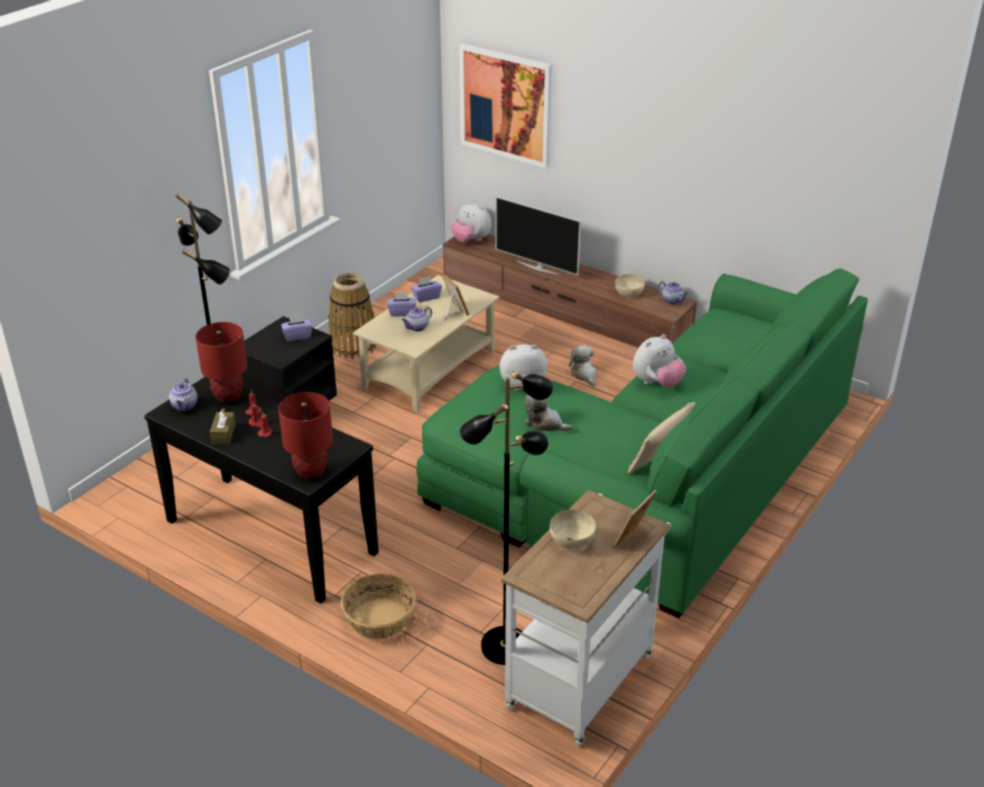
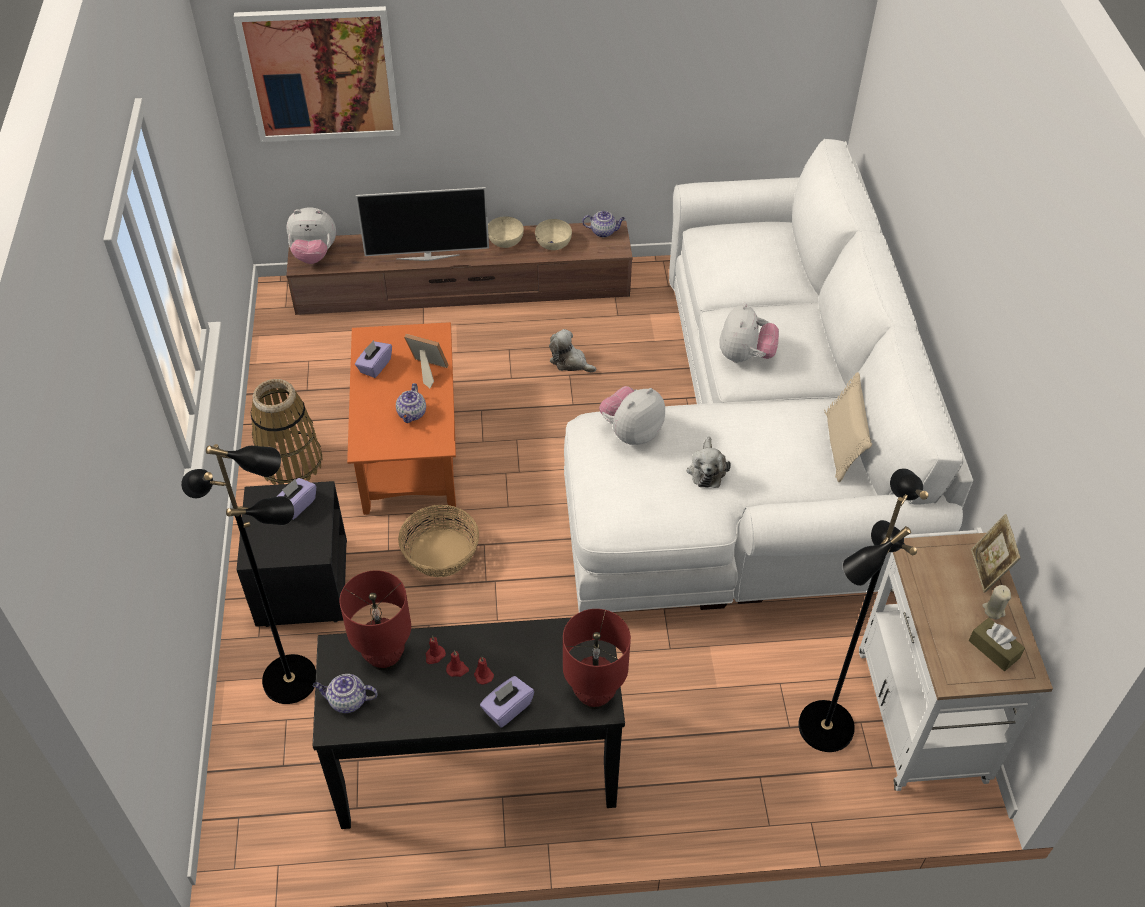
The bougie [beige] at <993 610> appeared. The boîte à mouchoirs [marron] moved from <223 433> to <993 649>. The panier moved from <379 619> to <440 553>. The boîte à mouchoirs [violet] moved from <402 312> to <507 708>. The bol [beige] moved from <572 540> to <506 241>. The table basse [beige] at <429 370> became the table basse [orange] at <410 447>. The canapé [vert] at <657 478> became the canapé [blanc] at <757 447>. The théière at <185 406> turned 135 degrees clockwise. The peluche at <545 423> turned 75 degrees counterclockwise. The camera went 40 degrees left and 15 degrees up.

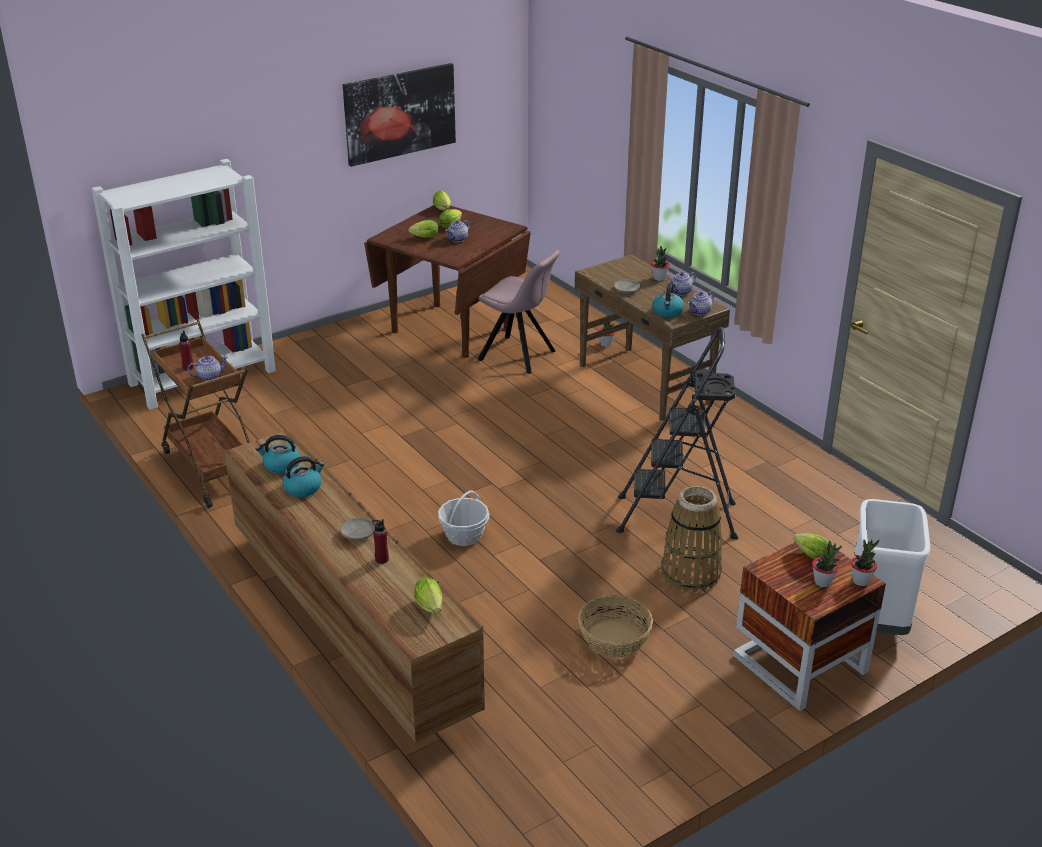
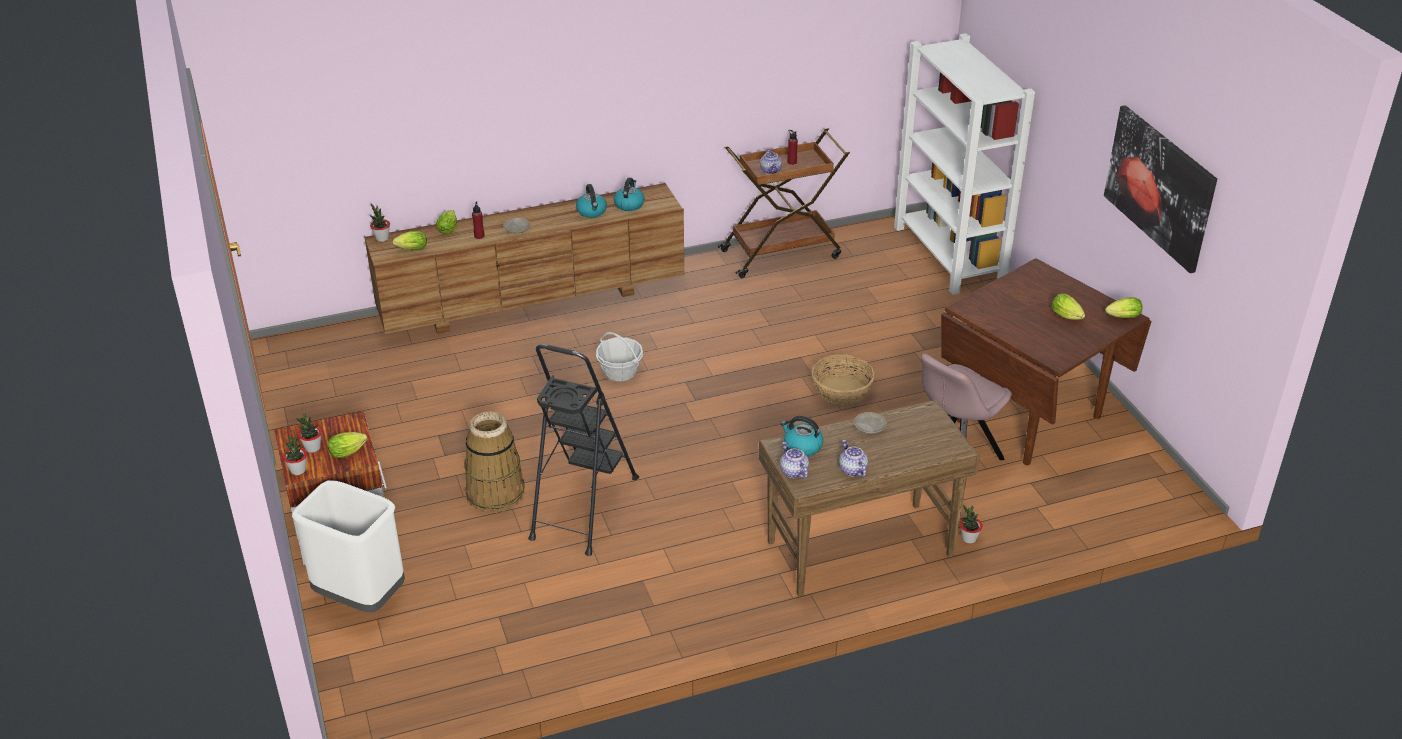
The théière at <458 239> disappeared. The laitue moved from <423 237> to <448 229>. The panier moved from <614 639> to <841 390>. The plante en pot moved from <659 278> to <382 238>. The camera went 105 degrees right and 5 degrees up.

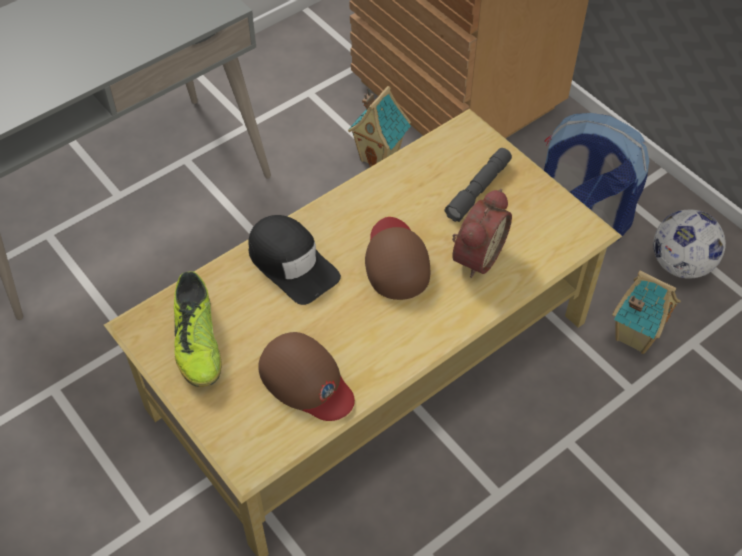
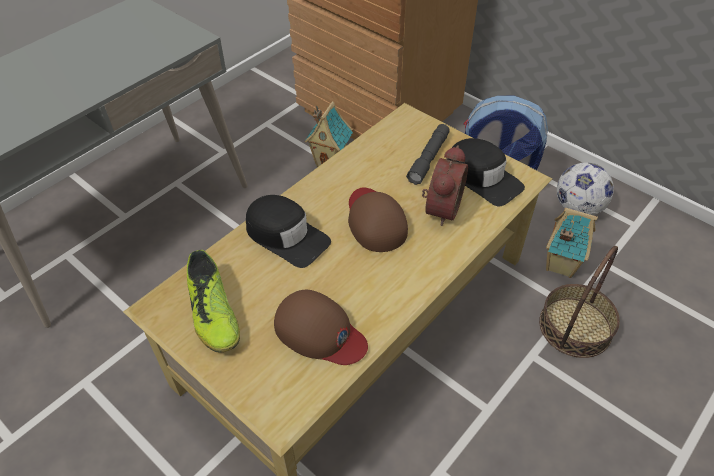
The casquette [noir] at <482 177> appeared. The panier at <575 327> appeared. The camera went 10 degrees left and 5 degrees down.

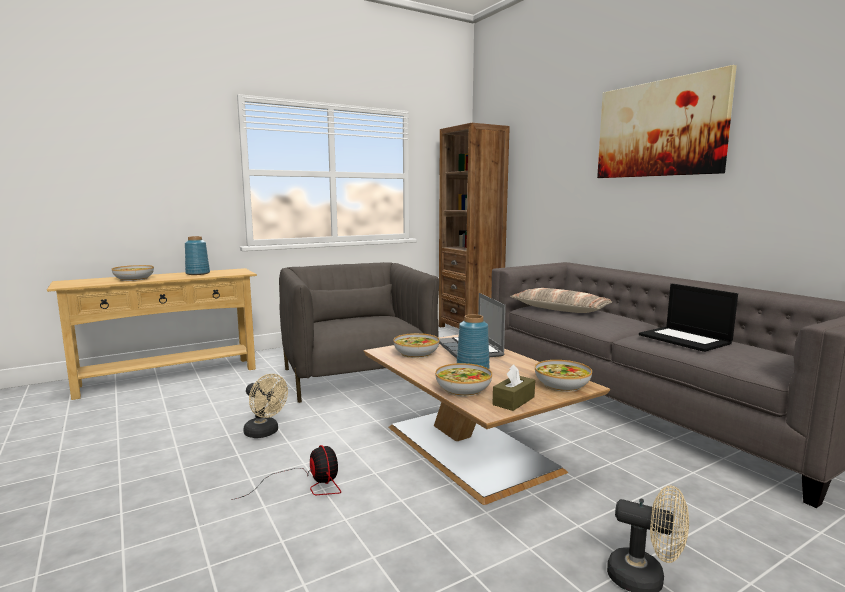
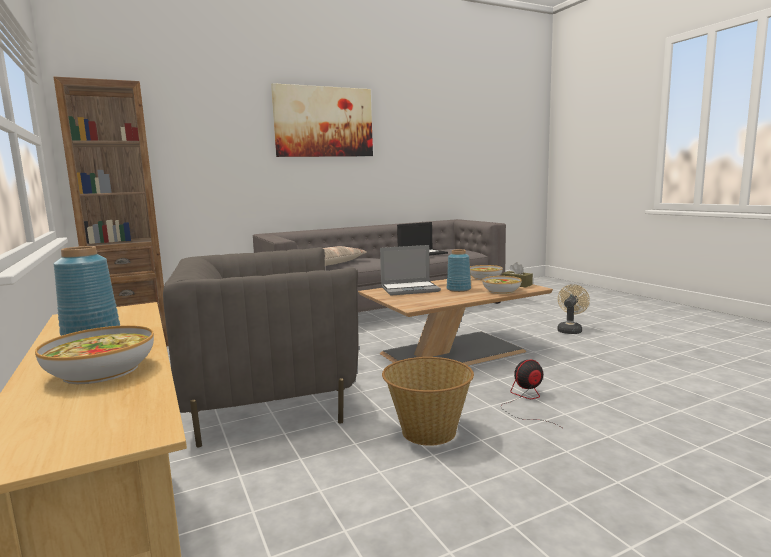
The bol at <416 353> disappeared. The ventilateur [beige] at <265 433> was replaced by the panier at <428 432>. The camera went 85 degrees left and 0 degrees up.

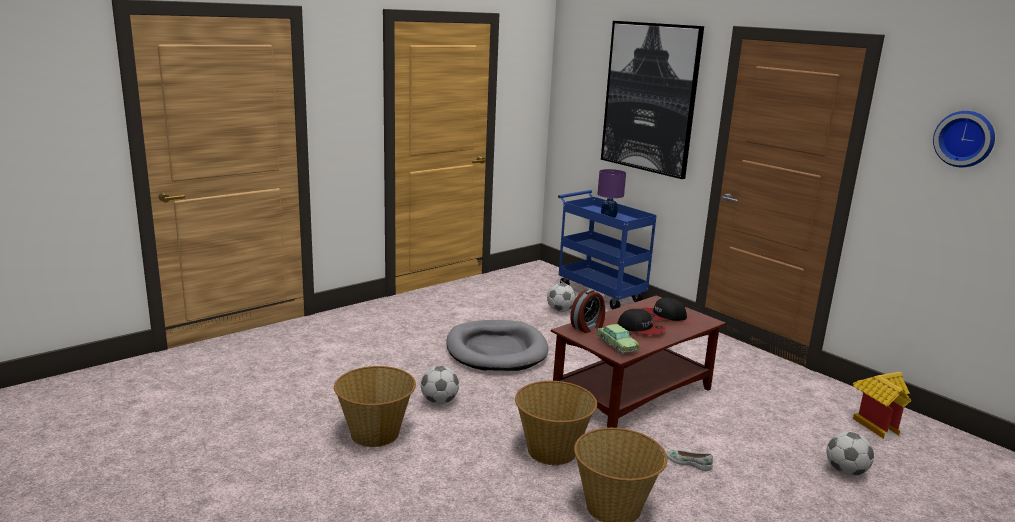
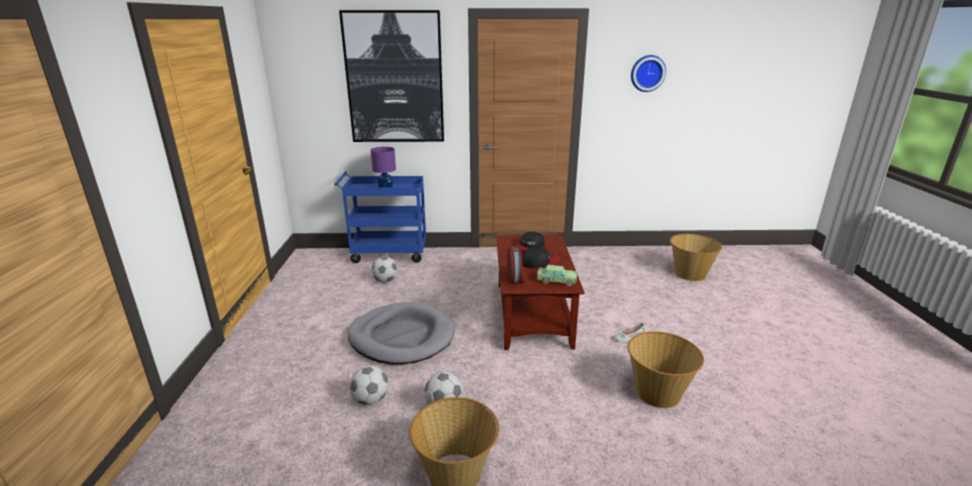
The maison miniature at <875 423> disappeared. The panier moved from <552 450> to <689 274>. The ballon de foot moved from <846 471> to <371 400>. The camera went 50 degrees left and 5 degrees up.

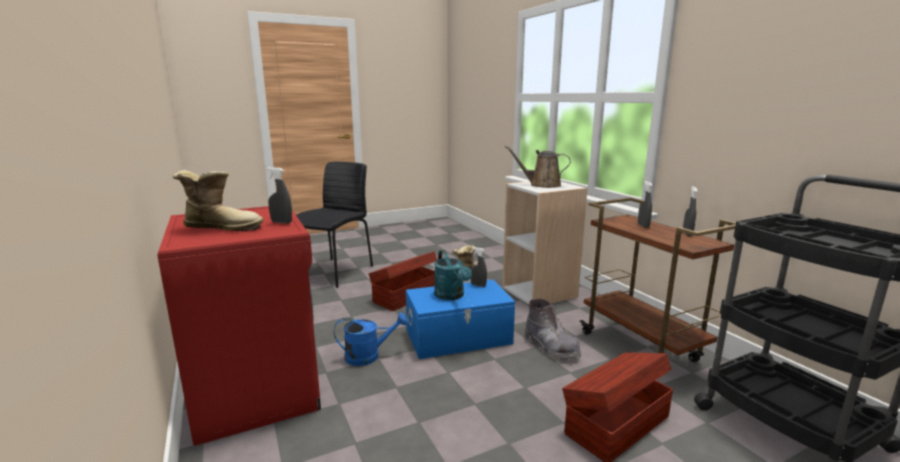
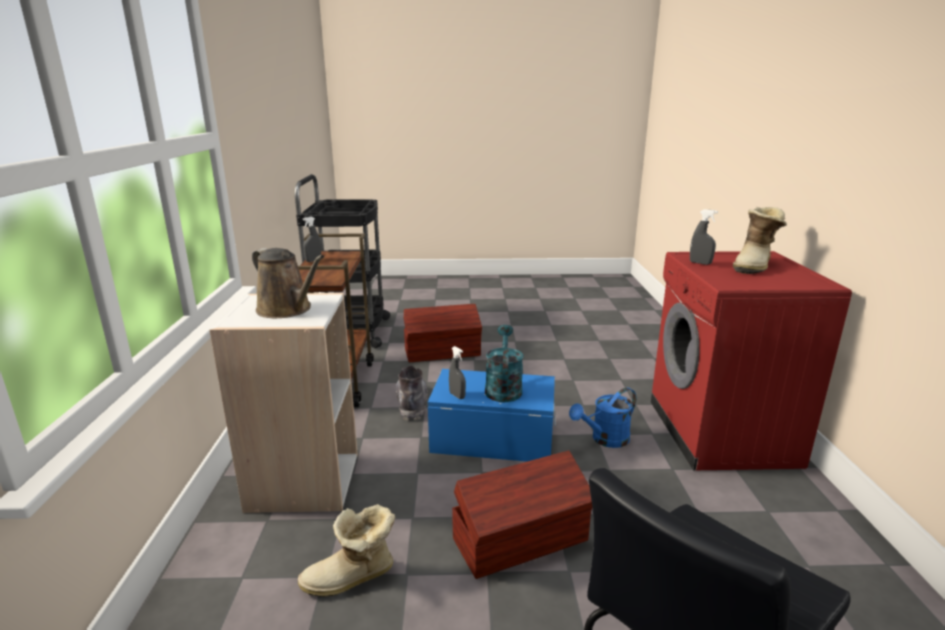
The vaporisateur [gris] at <643 226> disappeared. The botte at <222 227> turned 75 degrees counterclockwise. The arrosoir [bleu] at <369 356> turned 45 degrees counterclockwise. The camera went 155 degrees left and 5 degrees up.

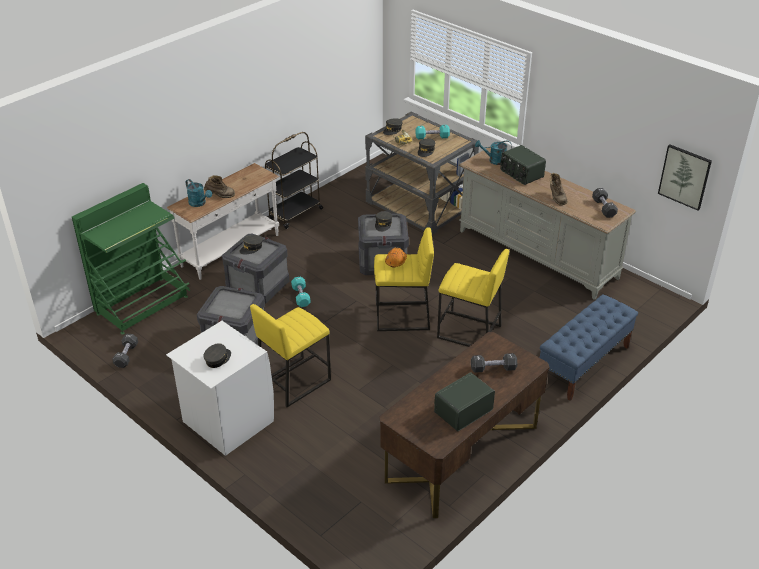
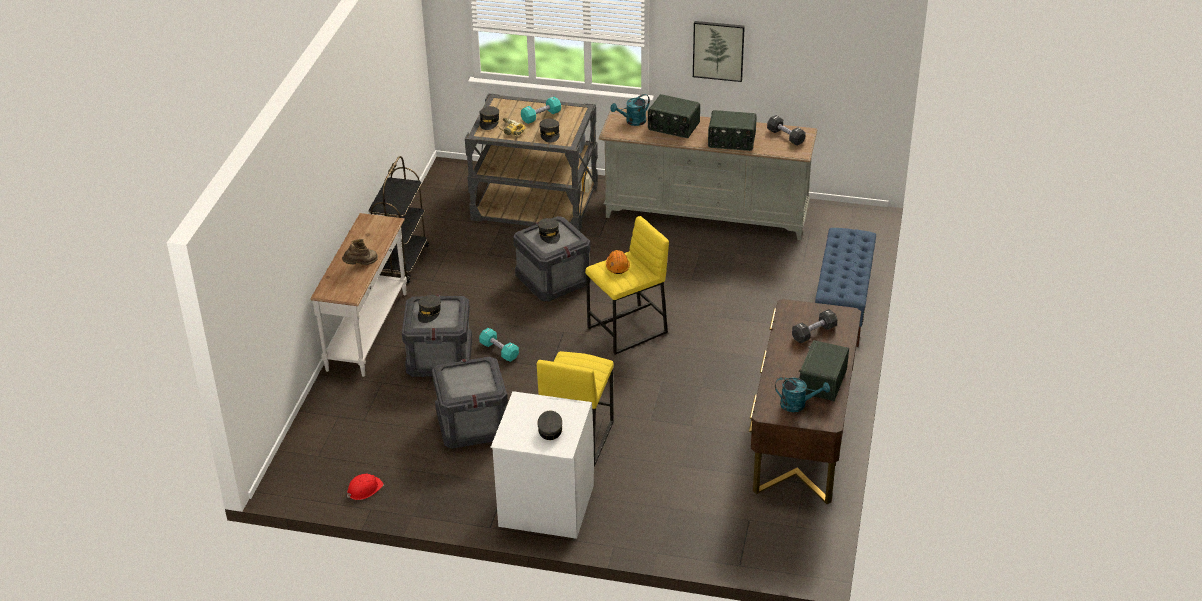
The étagère à chaussures [vert] at <144 306> disappeared. The tabouret [jaune] at <469 331> disappeared. The arrosoir [turquoise] moved from <199 203> to <798 405>. The tableau moved from <685 176> to <718 50>. The haltère [noir] at <126 355> was replaced by the casque de chantier [rouge] at <364 489>. The botte [marron] at <556 198> was replaced by the radio at <731 141>. The camera went 30 degrees left and 0 degrees up.

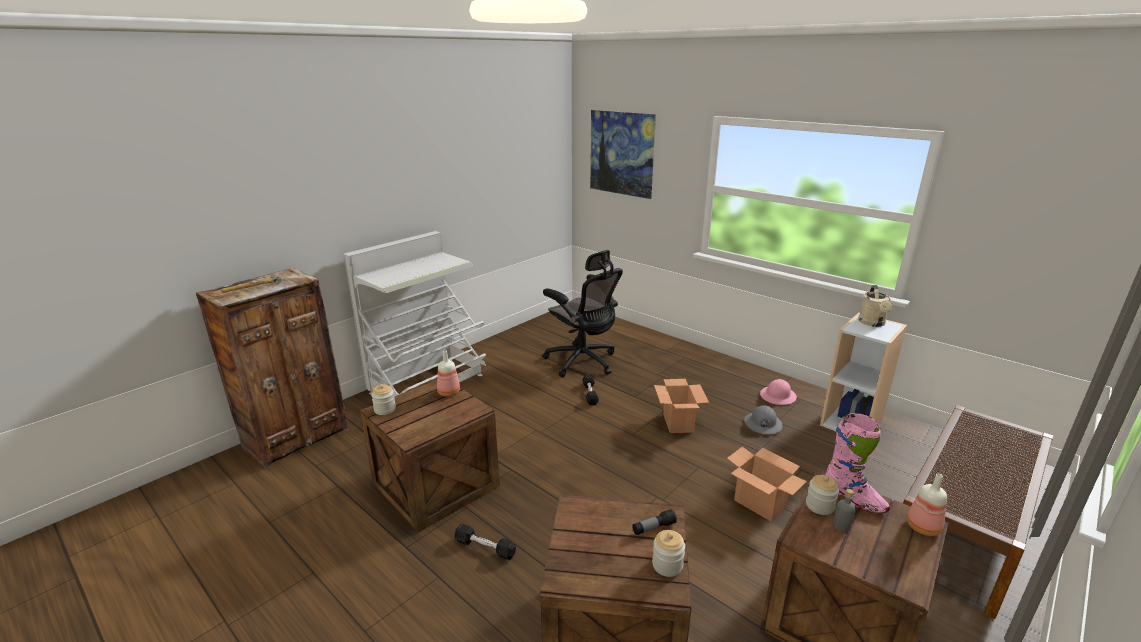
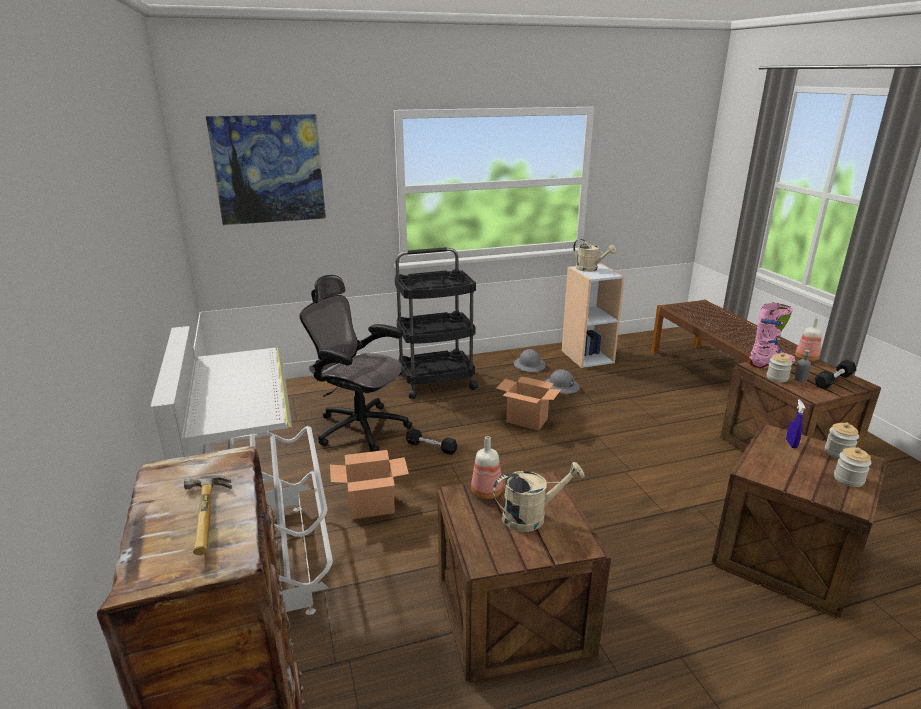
The chariot [noir] at <436 382> appeared. The arrosoir [beige] at <531 516> appeared. The bocal moved from <385 409> to <848 479>. The haltère [noir] moved from <485 548> to <833 381>. The carton moved from <760 503> to <372 506>. The lampe de poche at <653 528> was replaced by the vaporisateur [bleu] at <791 444>. The casque de chantier [rose] at <778 396> became the casque de chantier [gris] at <529 365>. The chaise de bureau at <582 361> turned 135 degrees counterclockwise. The camera went 60 degrees left and 0 degrees up.

